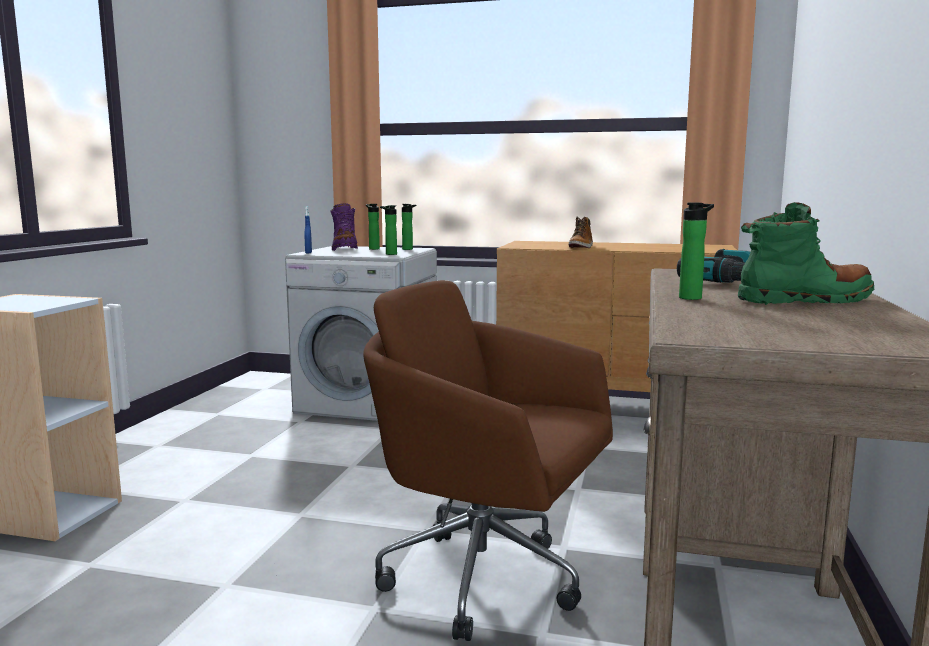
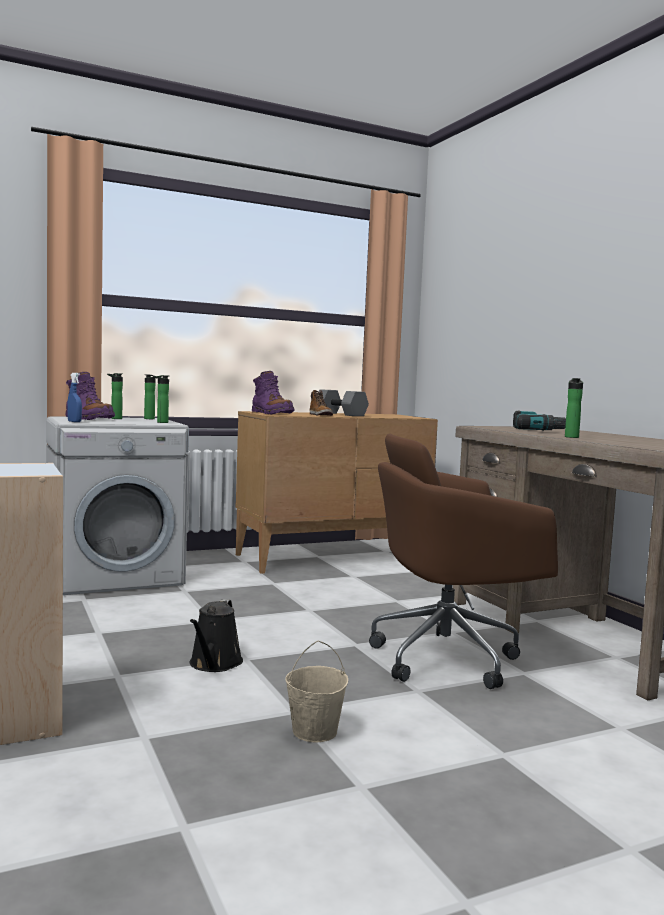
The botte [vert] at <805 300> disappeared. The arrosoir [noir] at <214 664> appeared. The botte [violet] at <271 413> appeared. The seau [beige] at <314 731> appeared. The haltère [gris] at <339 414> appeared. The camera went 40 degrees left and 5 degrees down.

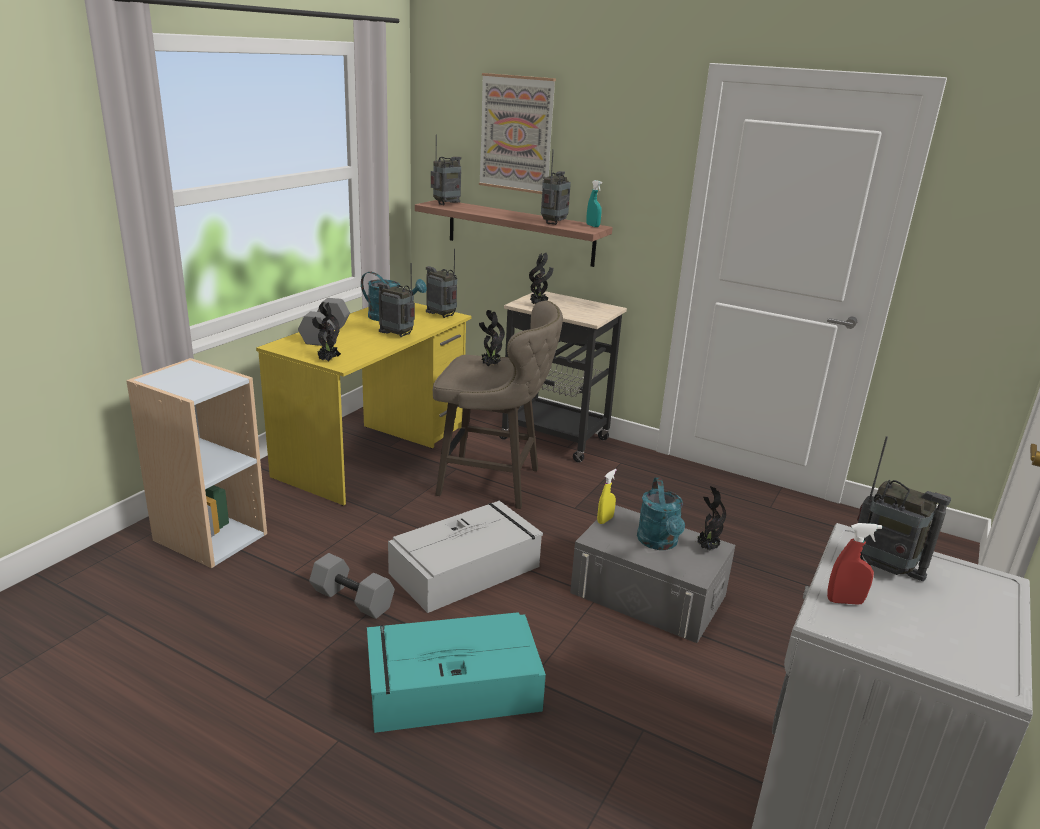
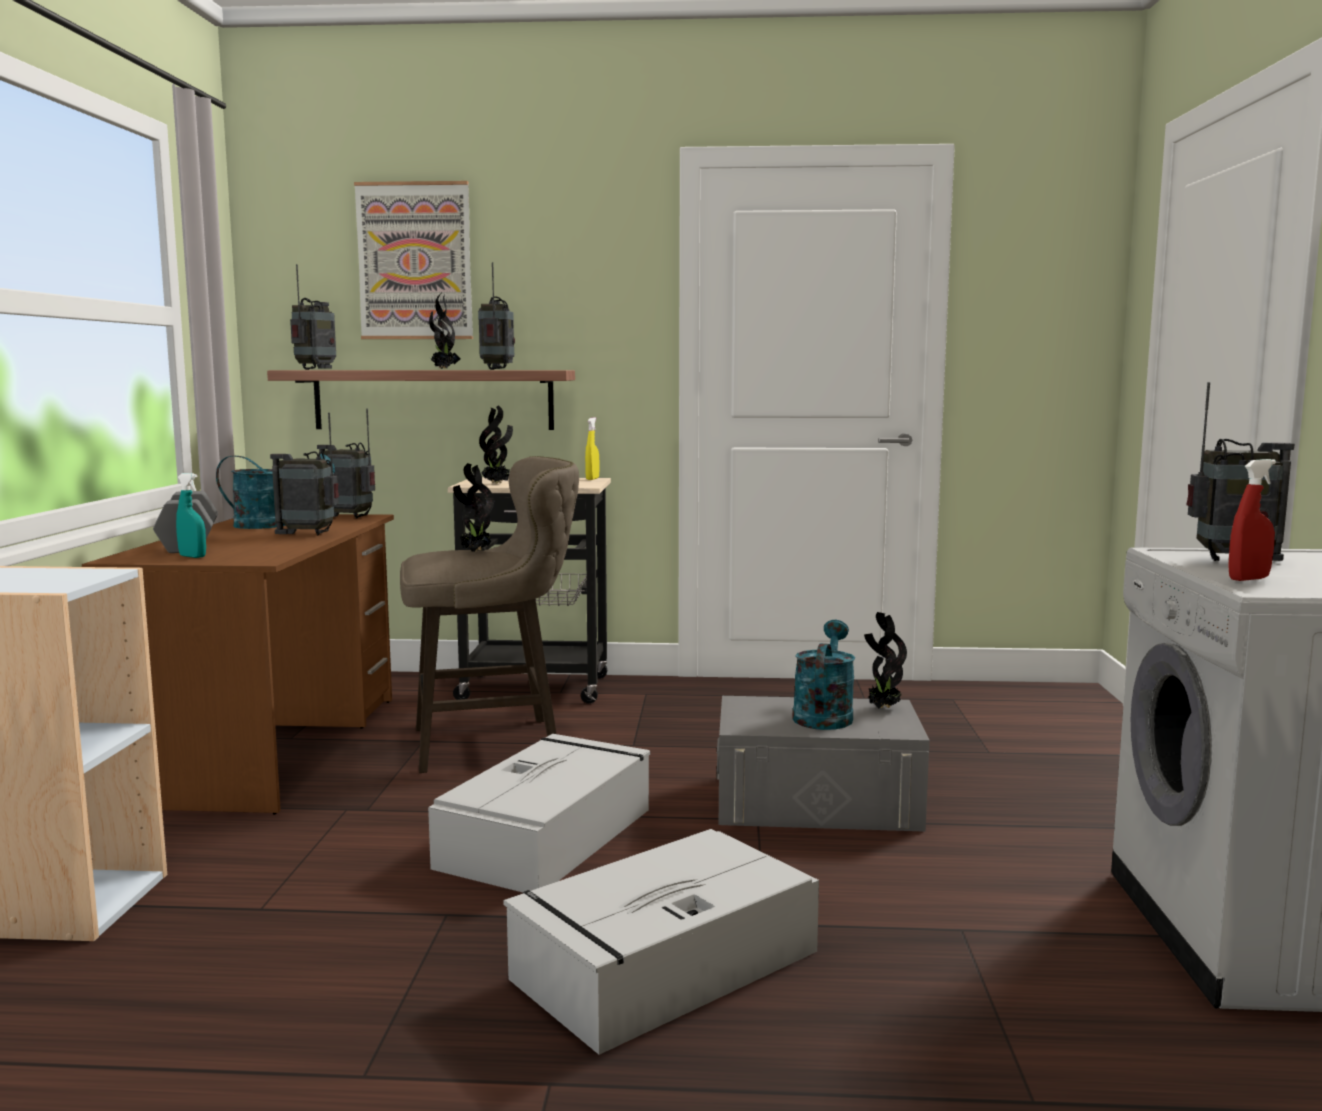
The haltère [gris] at <351 600> disappeared. The plante en pot moved from <327 360> to <443 369>. The vaporisateur [turquoise] moved from <592 226> to <192 556>. The vaporisateur [jaune] moved from <605 520> to <592 479>. The bureau [jaune] at <374 452> became the bureau [marron] at <271 748>. The boîte de rangement [turquoise] at <450 688> became the boîte de rangement [gris] at <662 967>. The arrosoir [turquoise] at <659 543> turned 135 degrees counterclockwise. The camera went 25 degrees left and 15 degrees down.

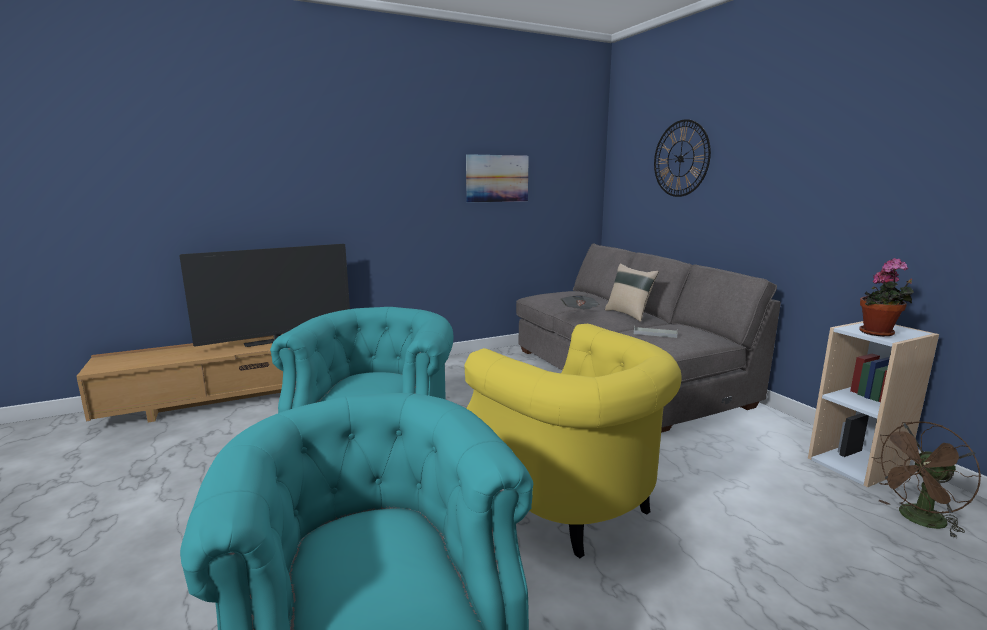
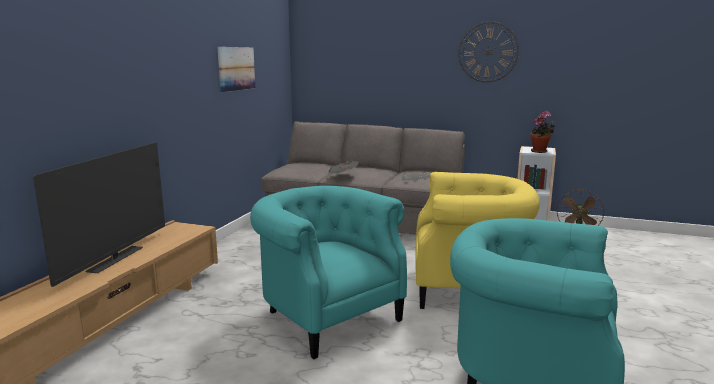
The coussin [beige] at <629 314> disappeared. The horloge murale moved from <680 158> to <488 52>. The camera went 45 degrees left and 0 degrees up.

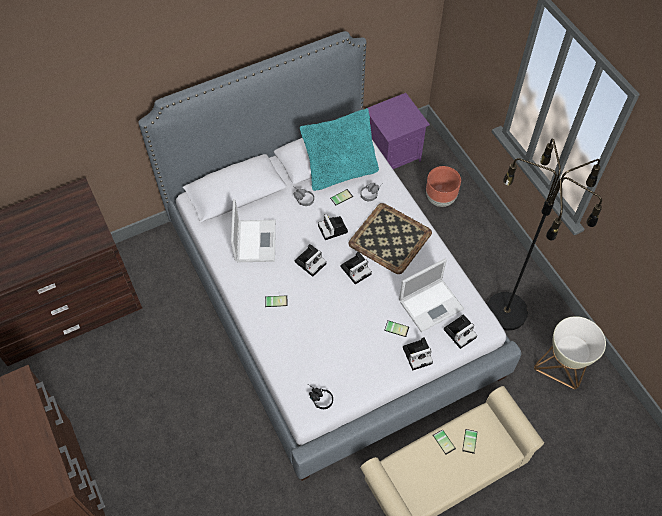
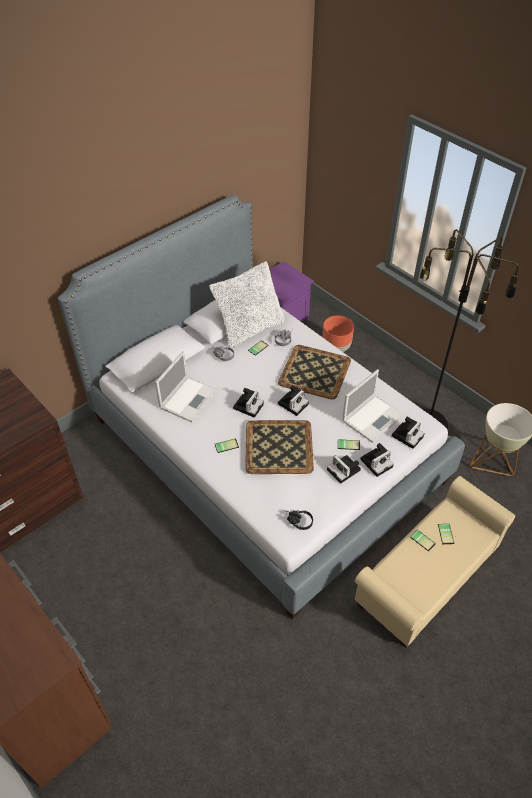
The plateau at <278 446> appeared. The appareil photo moved from <333 229> to <344 470>. The coussin [turquoise] at <340 170> became the coussin [blanc] at <250 326>. The ordinateur portable at <255 240> turned 45 degrees clockwise. The camera went 15 degrees left and 10 degrees down.

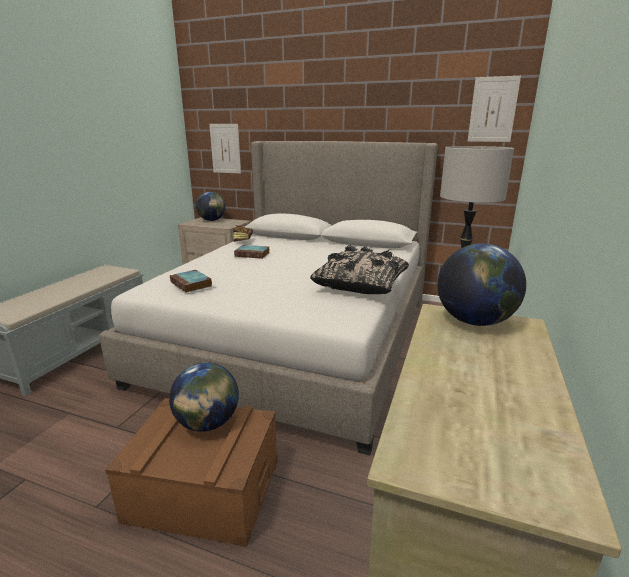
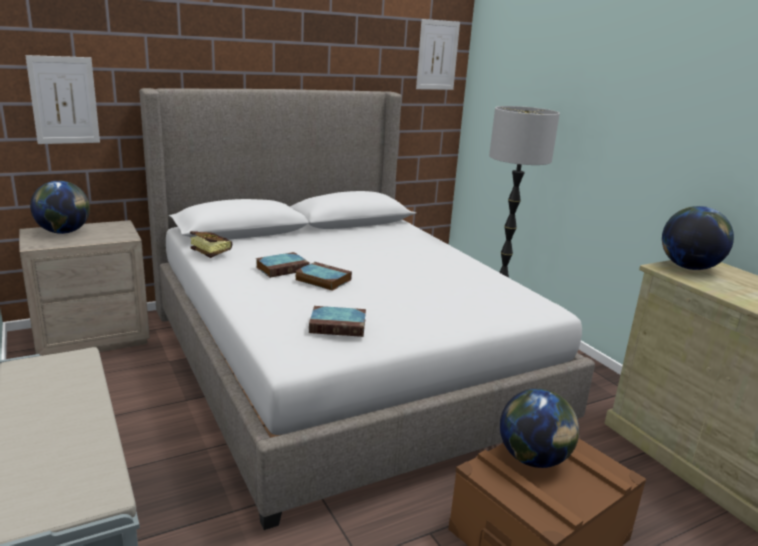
The coussin [noir] at <360 287> disappeared. The livre at <322 280> appeared. The camera went 50 degrees left and 0 degrees up.

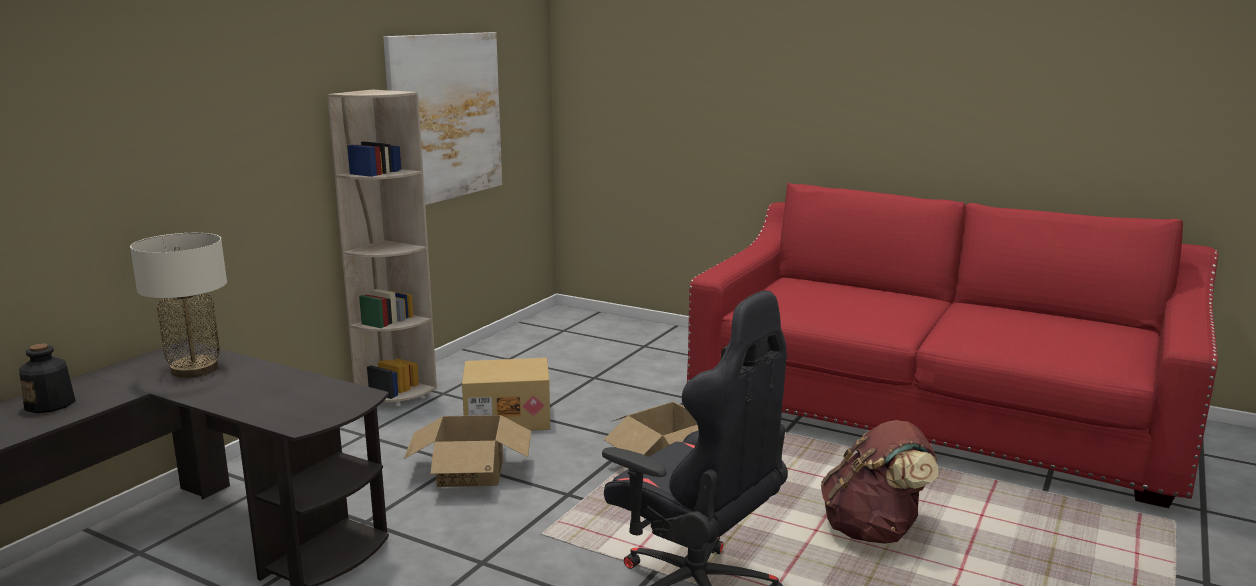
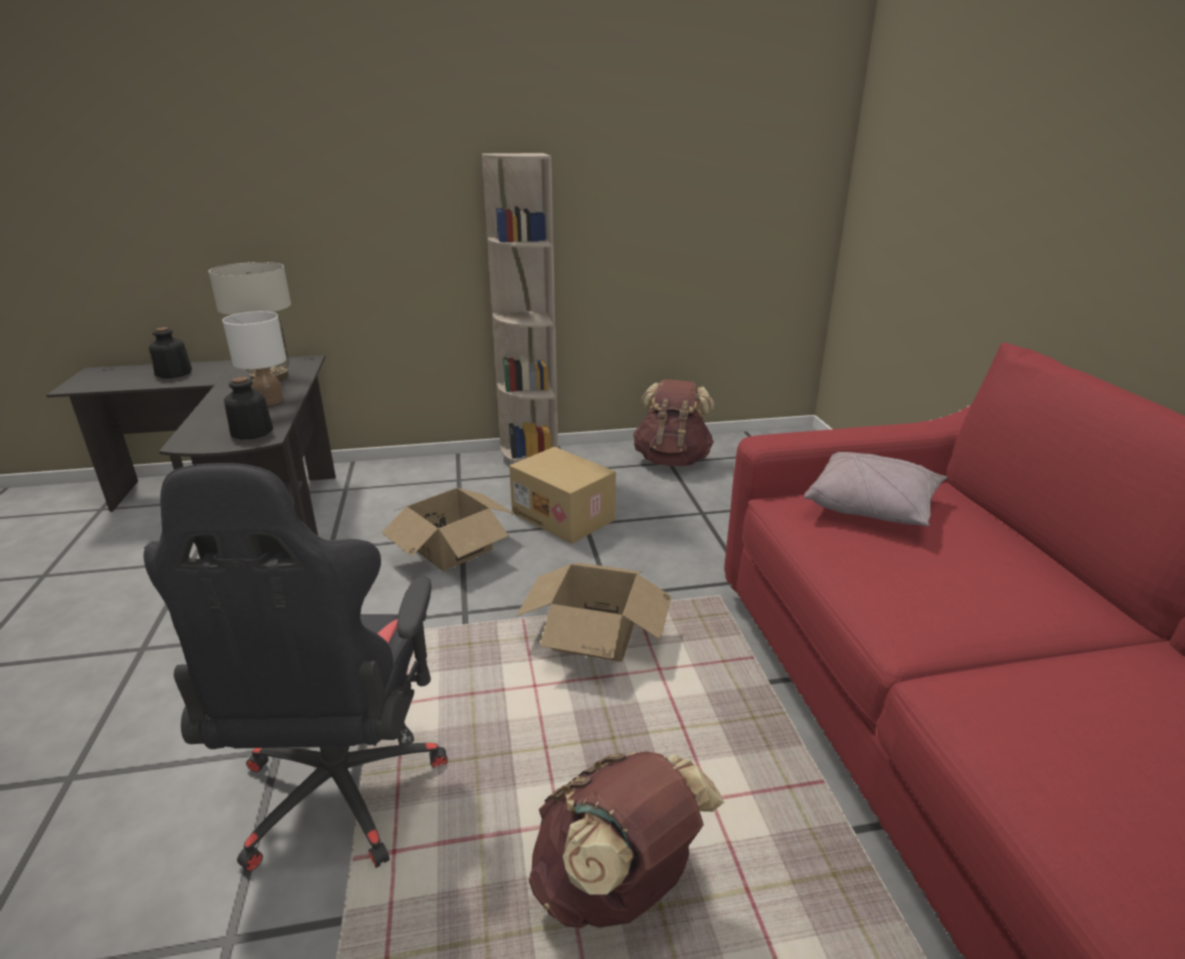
The tableau at <445 117> disappeared. The lampe de table [blanc] at <269 401> appeared. The bouteille at <251 432> appeared. The sac à dos [marron] at <672 460> appeared. The coussin [violet] at <872 506> appeared. The camera went 50 degrees right and 10 degrees up.

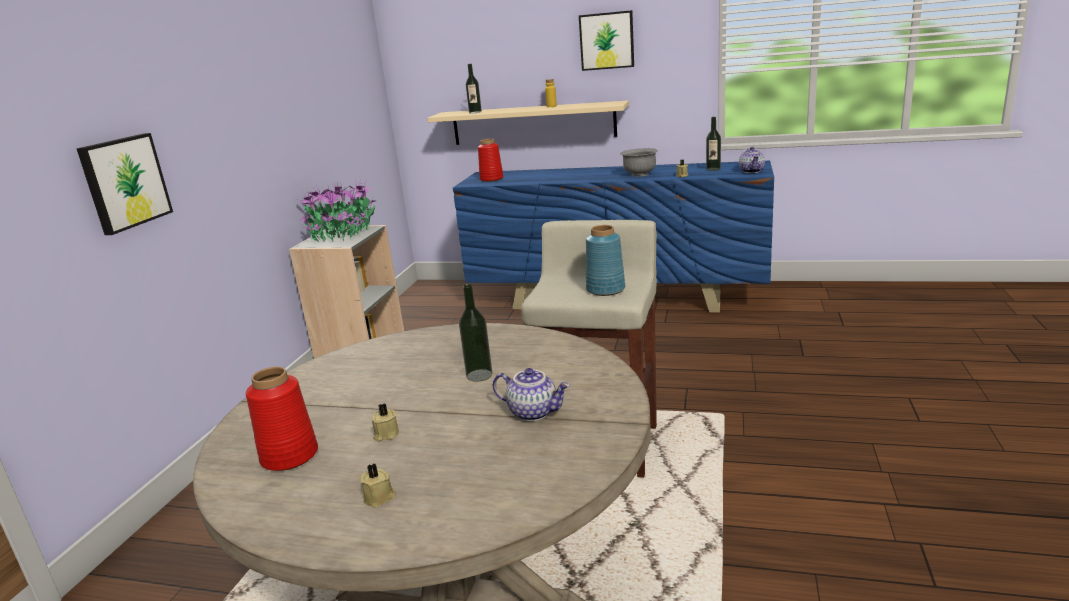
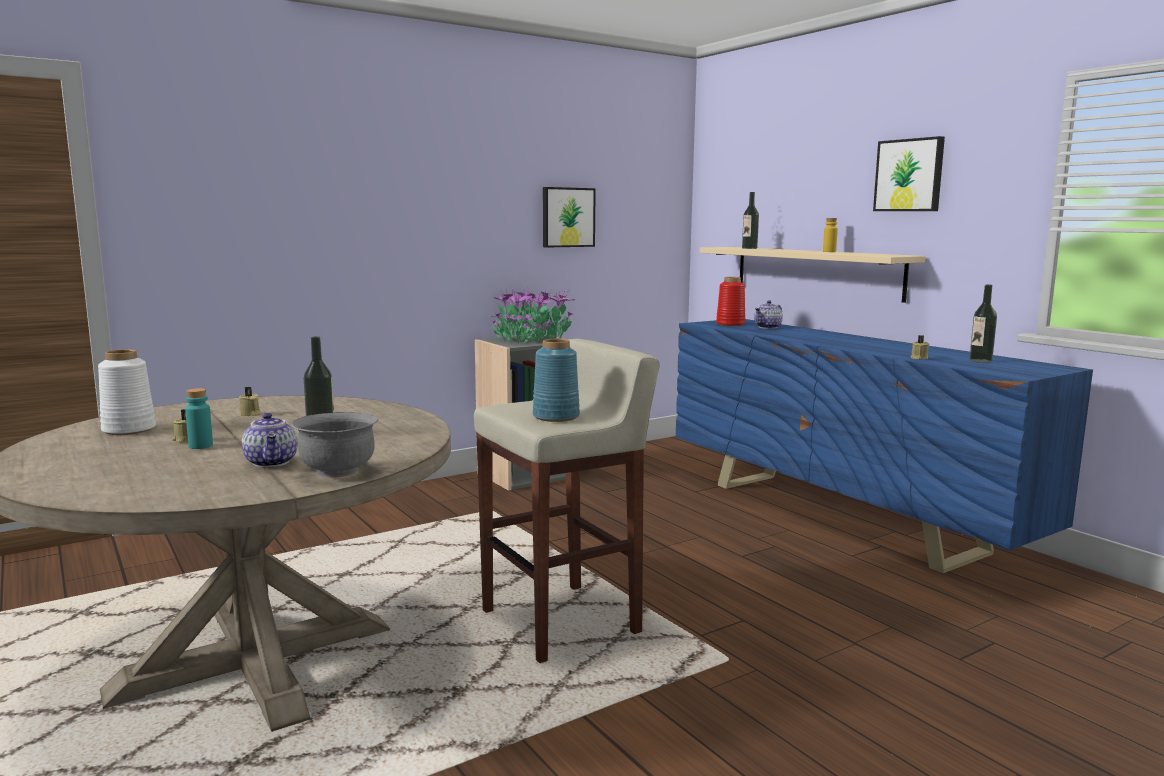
The bouteille [turquoise] at <201 446> appeared. The tableau moved from <124 182> to <567 217>. The bougie [beige] moved from <380 498> to <250 414>. The bol [gris] moved from <639 174> to <338 471>. The théière moved from <751 171> to <768 327>. The vase [rouge] at <290 456> became the vase [blanc] at <128 430>. The camera went 40 degrees right and 10 degrees down.

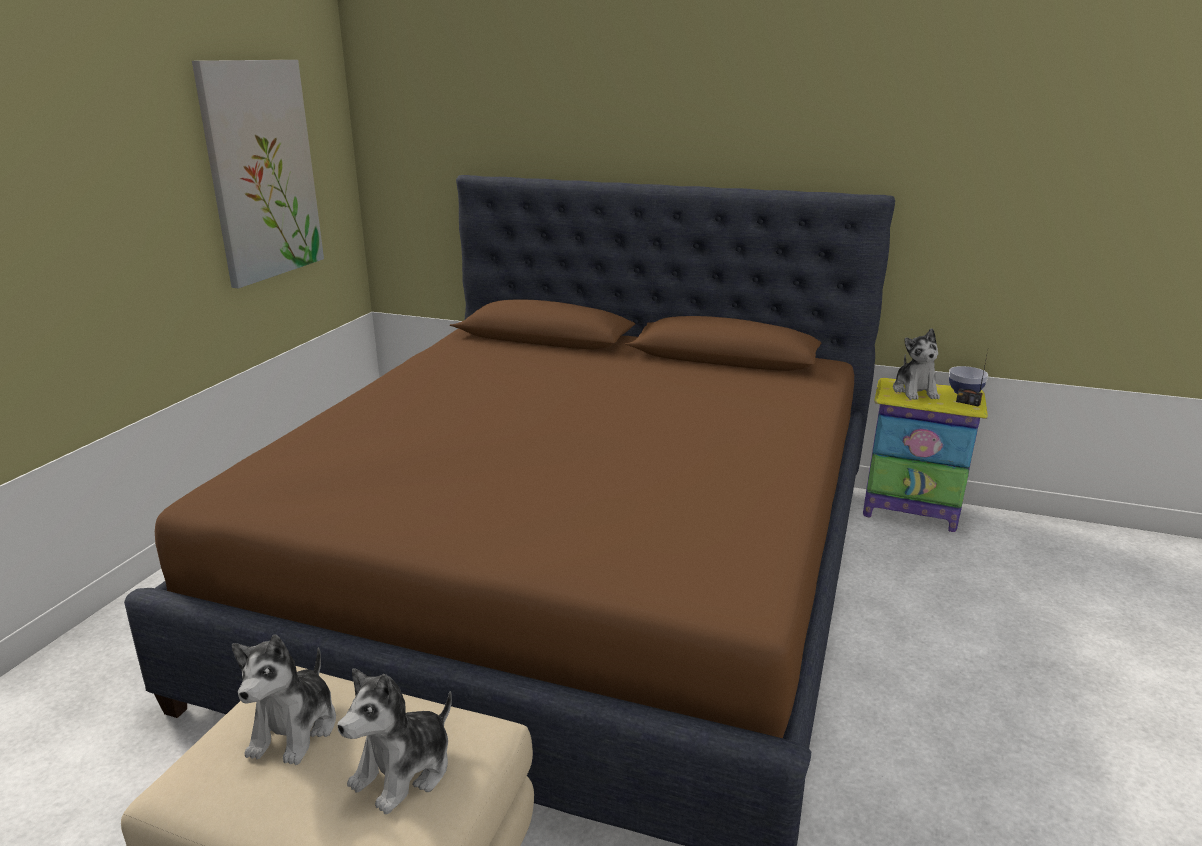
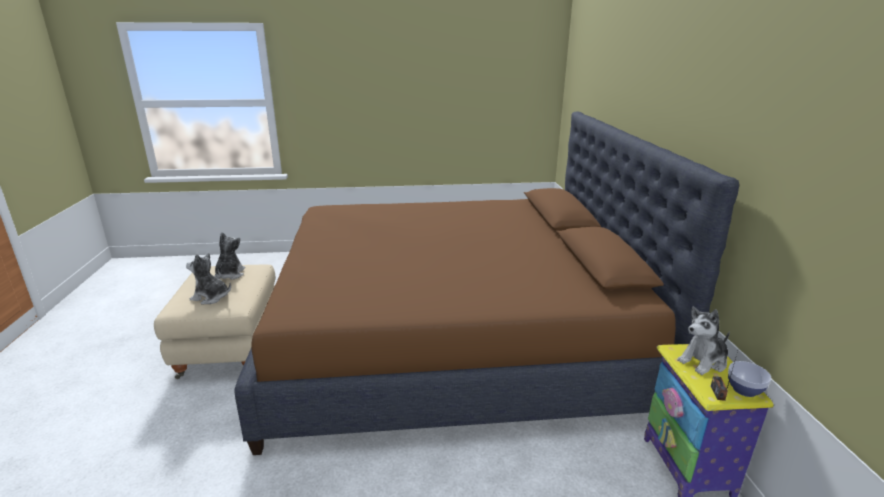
The tableau at <261 171> disappeared. The peluche at <295 729> turned 105 degrees clockwise. The camera went 65 degrees right and 0 degrees up.

